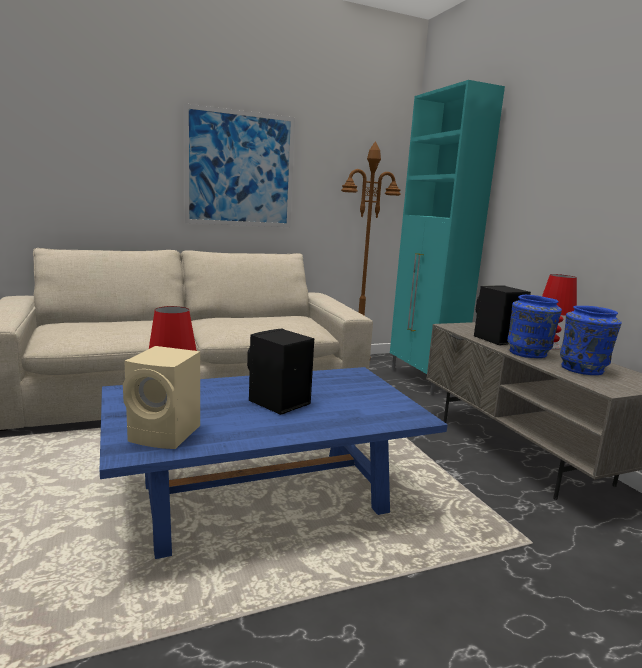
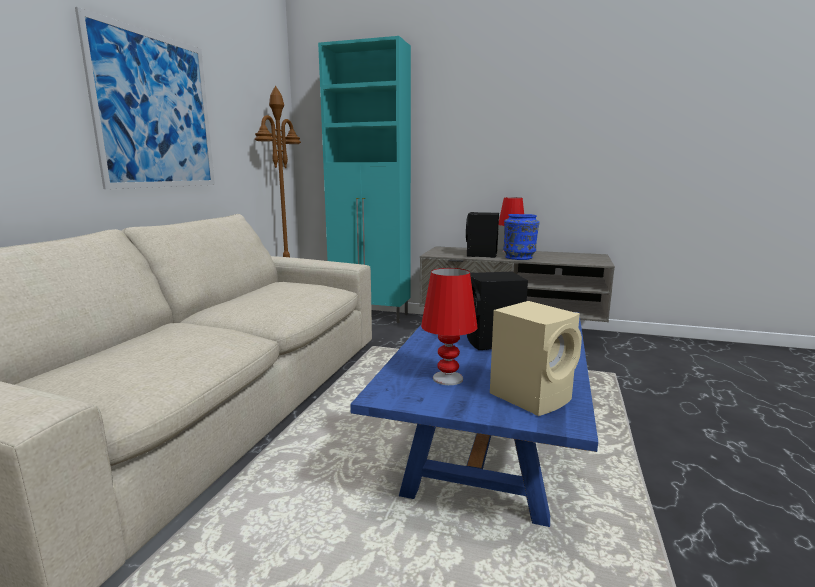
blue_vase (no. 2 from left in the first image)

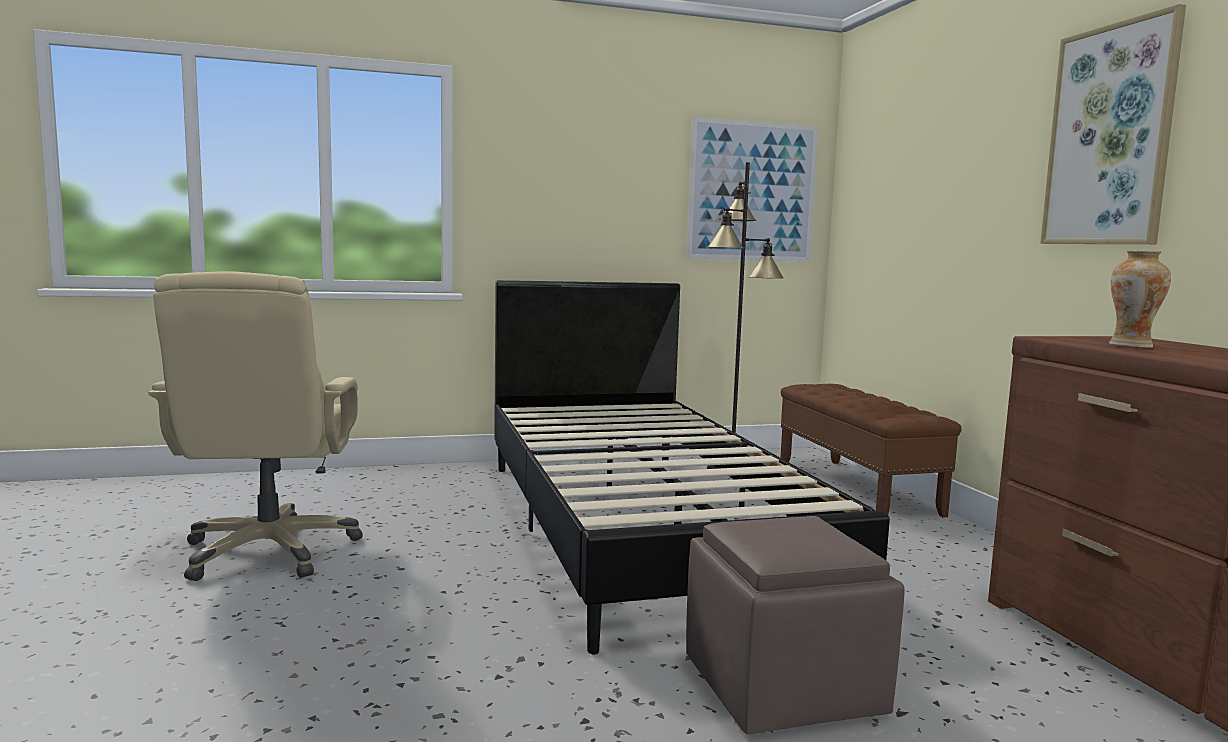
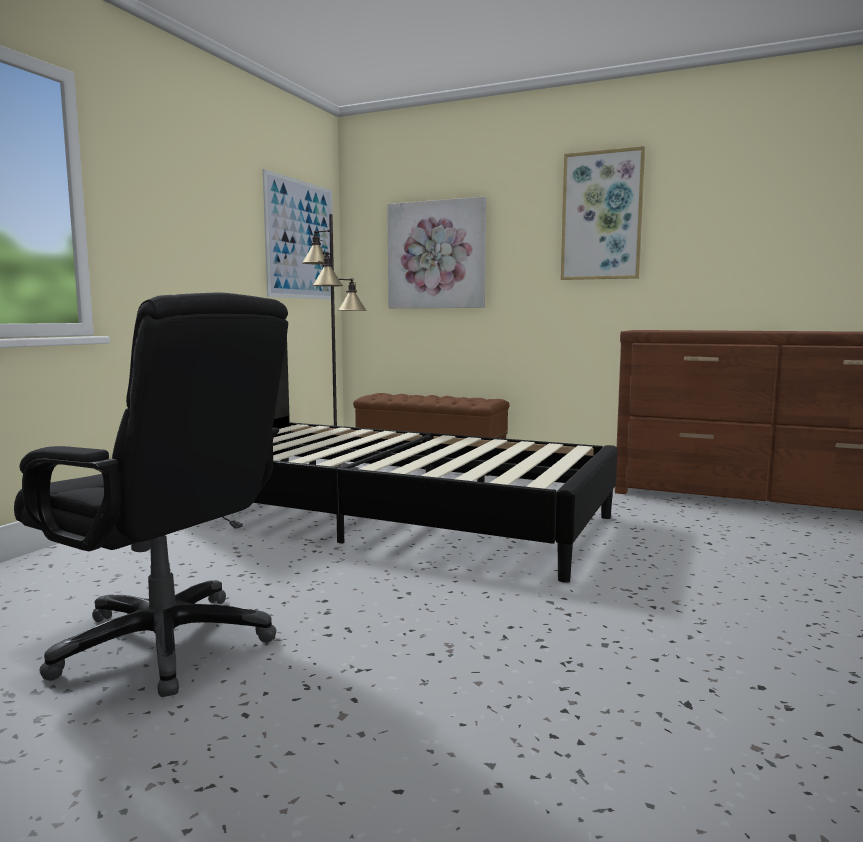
black_office_chair
picture (no. 2 from left)
brown_ottoman
vase

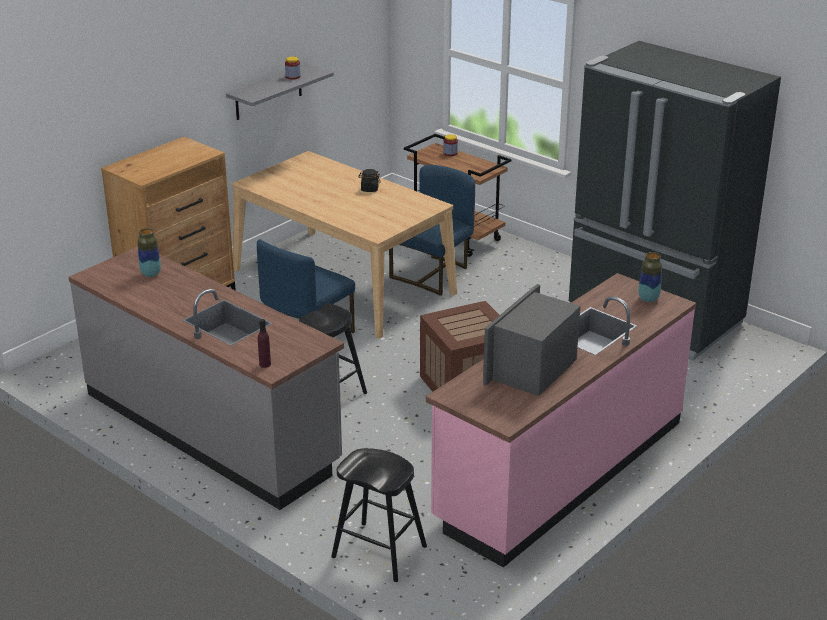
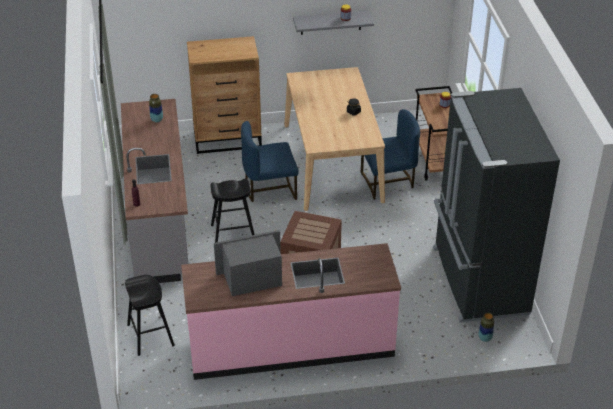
vase (no. 2 from left)

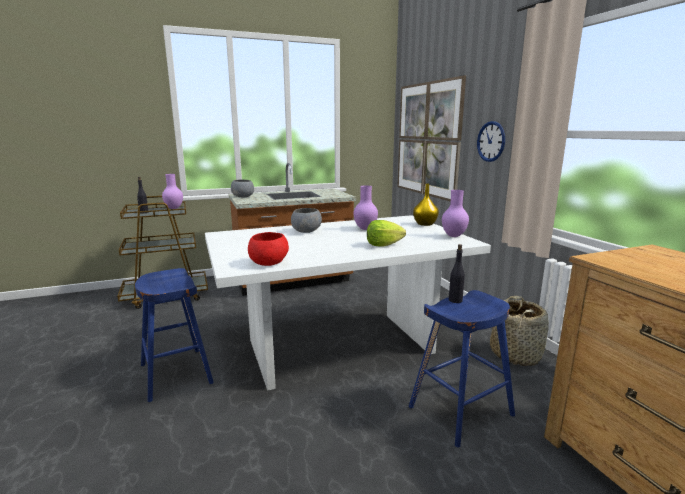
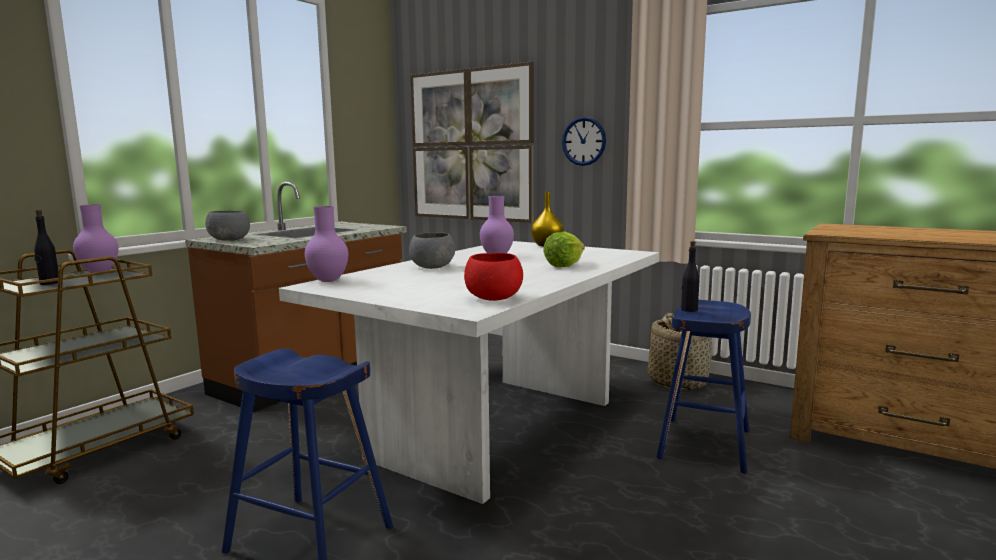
purple_vase (no. 2 from left)

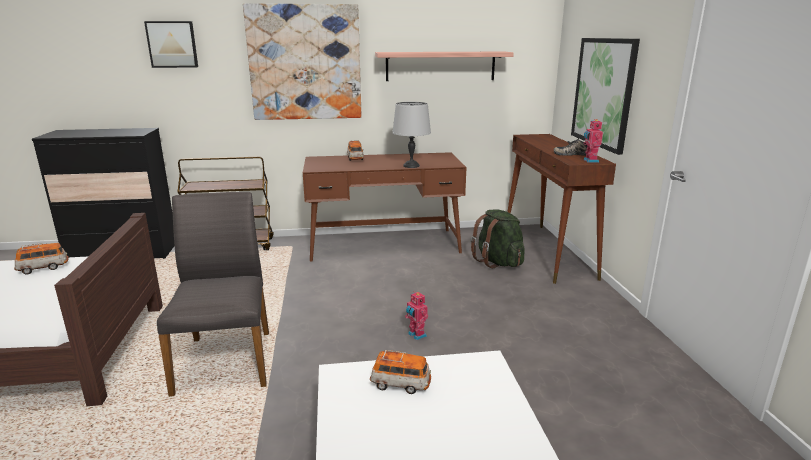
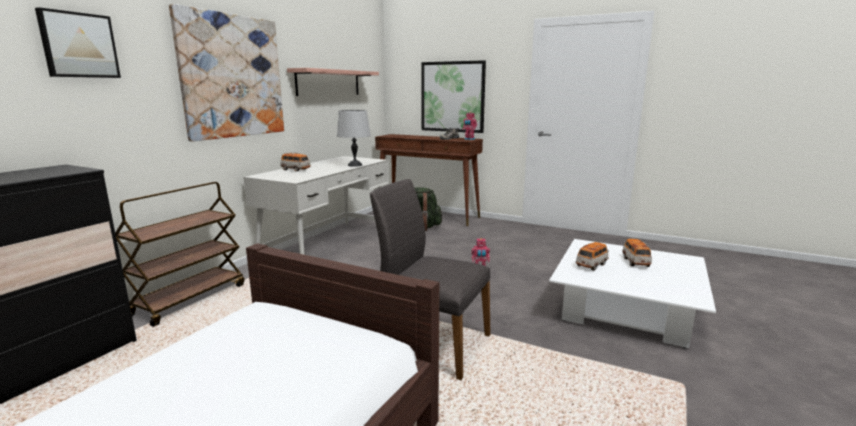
white_desk
toy_car (no. 3 from left)

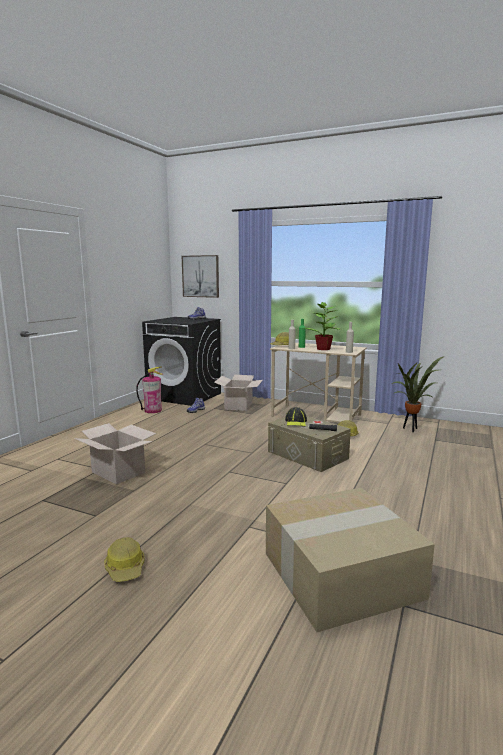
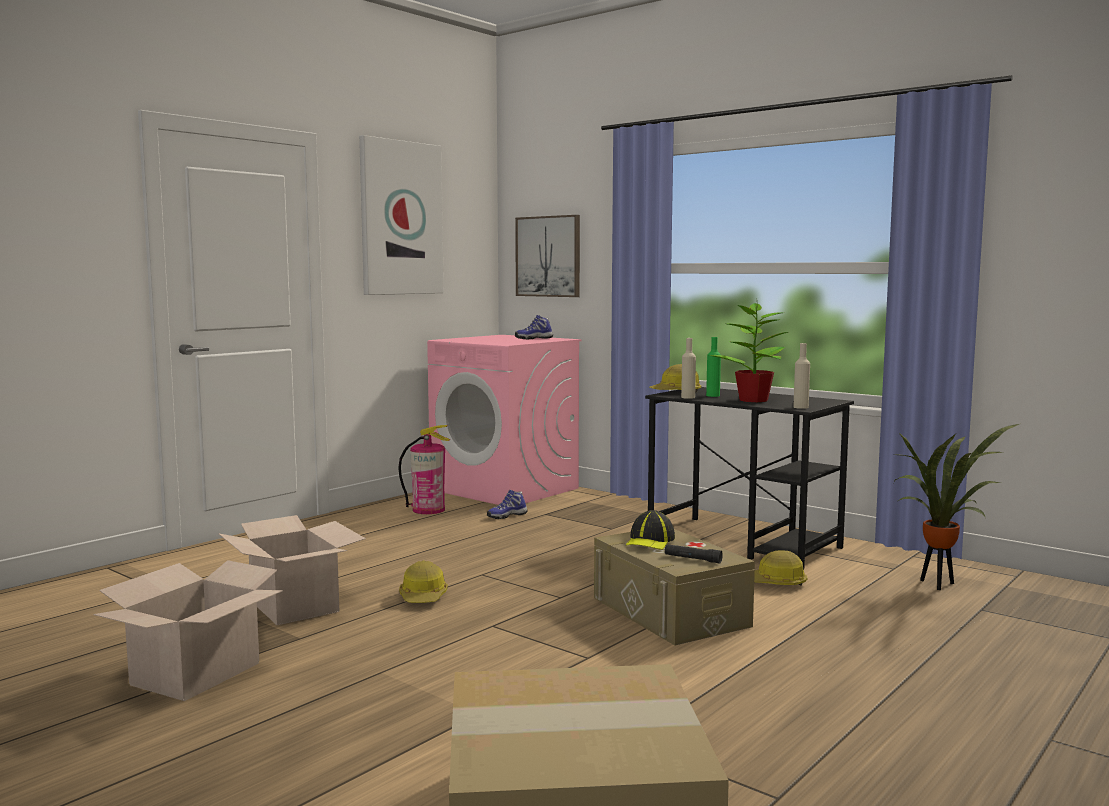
cardboard_box (no. 1 from left)
picture (no. 1 from left)
hard_hat (no. 1 from left)
pink_washing_machine
black_desk

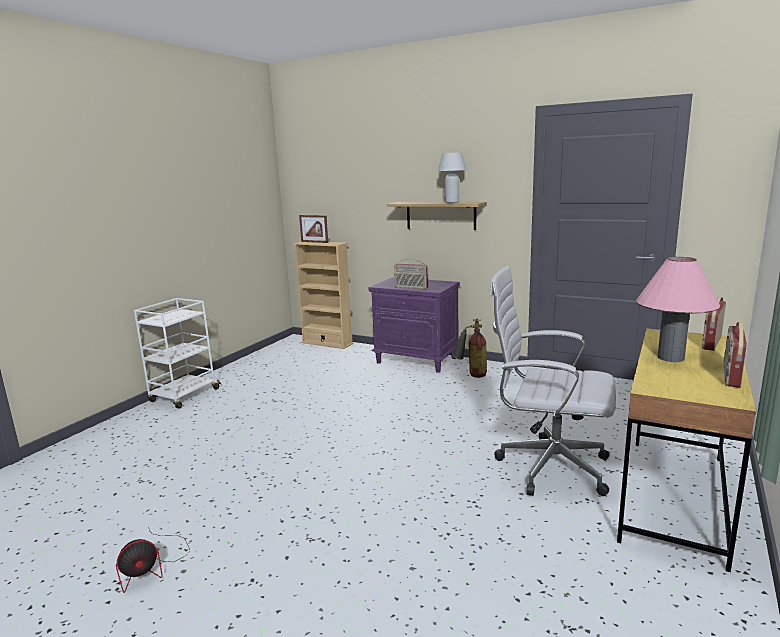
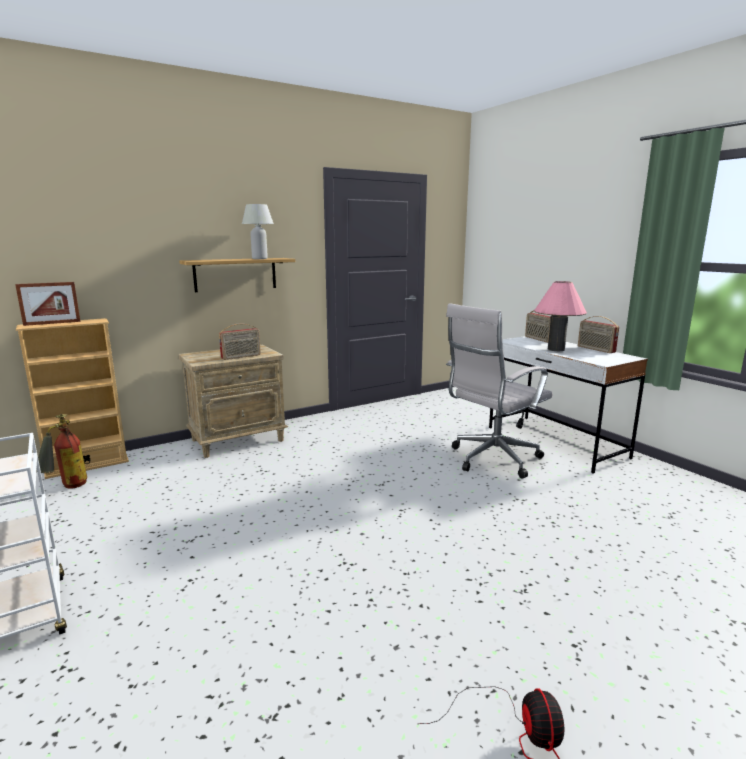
fire_extinguisher
beige_nightstand
white_desk

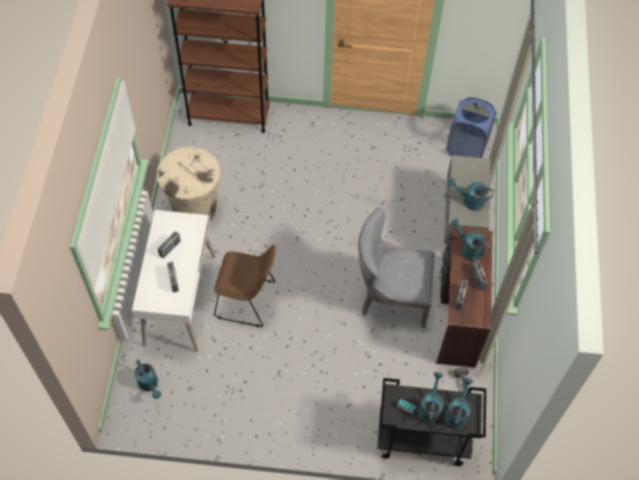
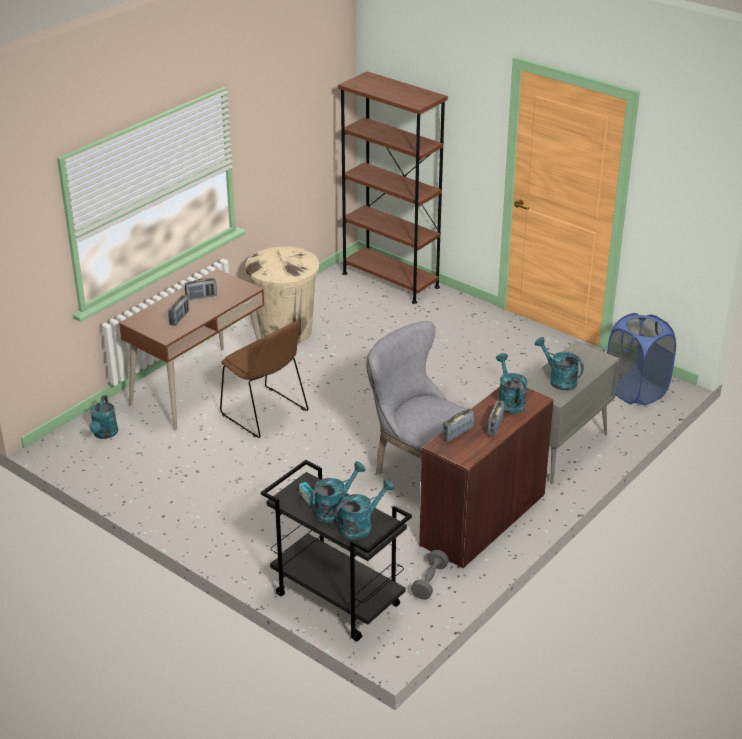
brown_desk (no. 1 from left)

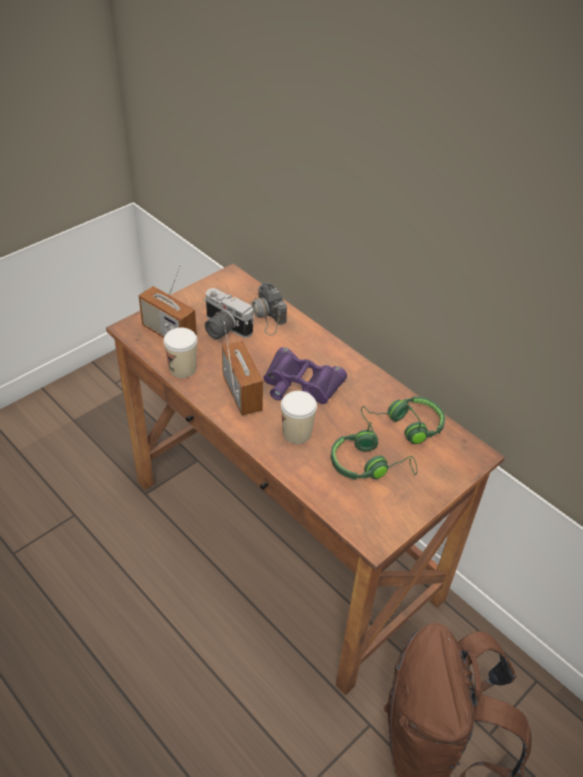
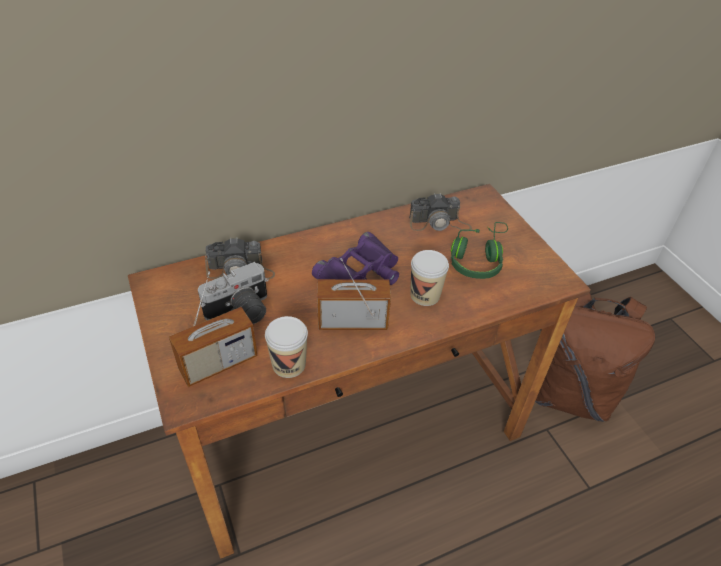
photo_camera (no. 3 from left)

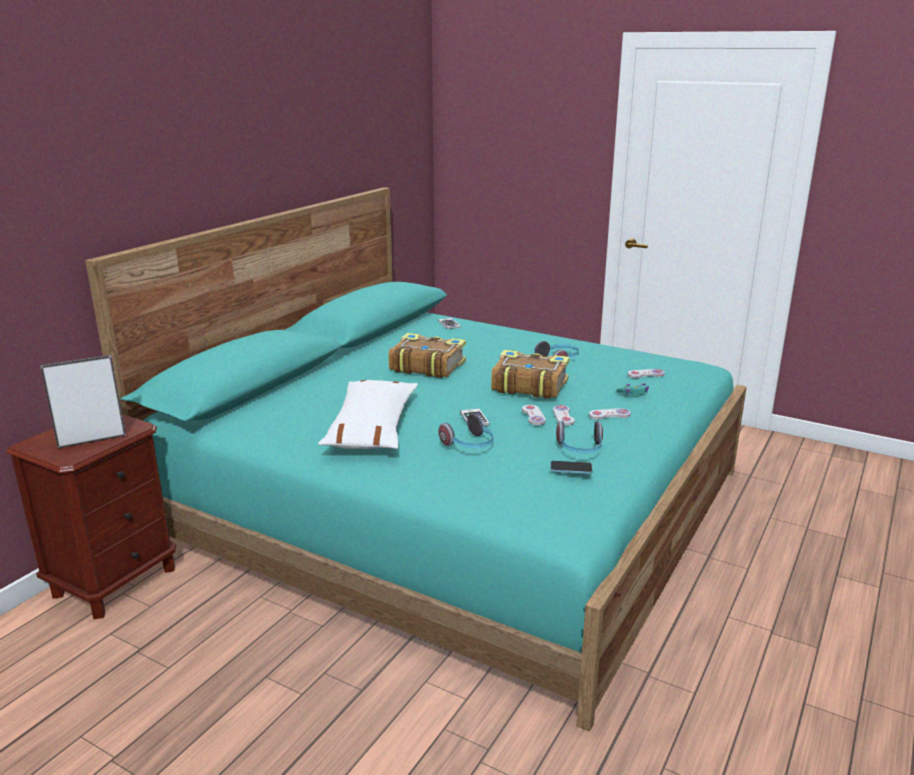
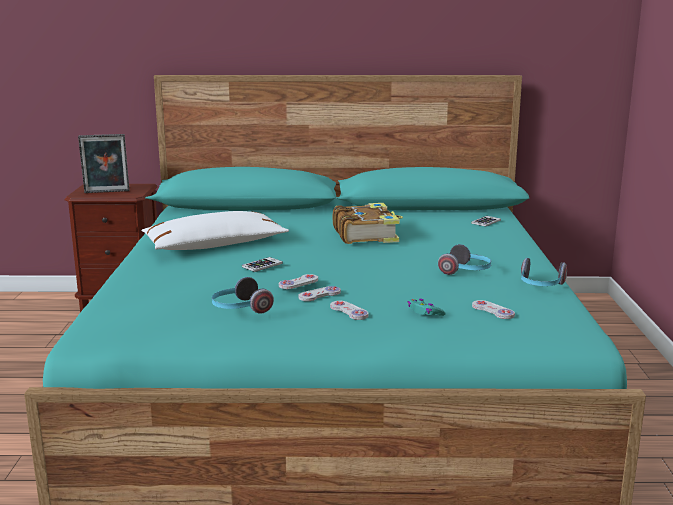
picture_frame
headphones (no. 3 from left)
book (no. 2 from left in the first image)
phone (no. 3 from left in the first image)

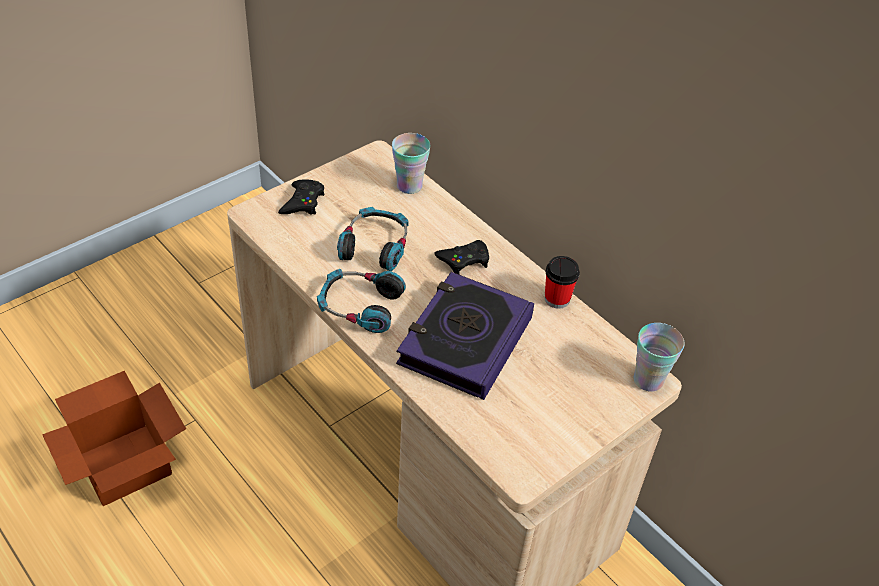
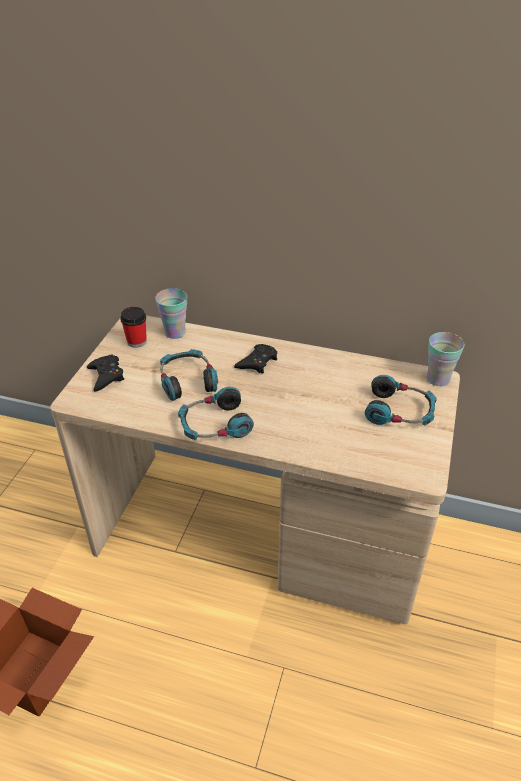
cup (no. 1 from left)
headphones (no. 3 from left)
book

